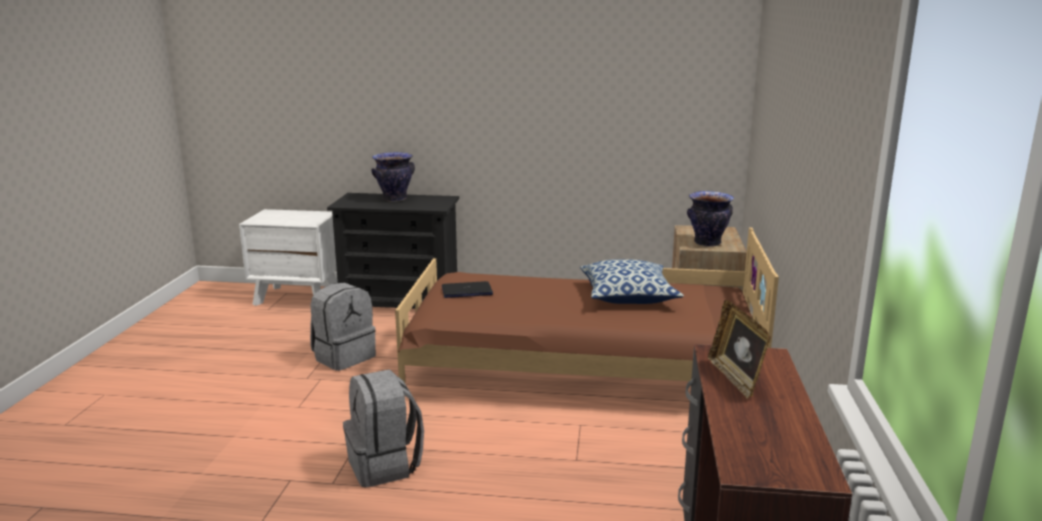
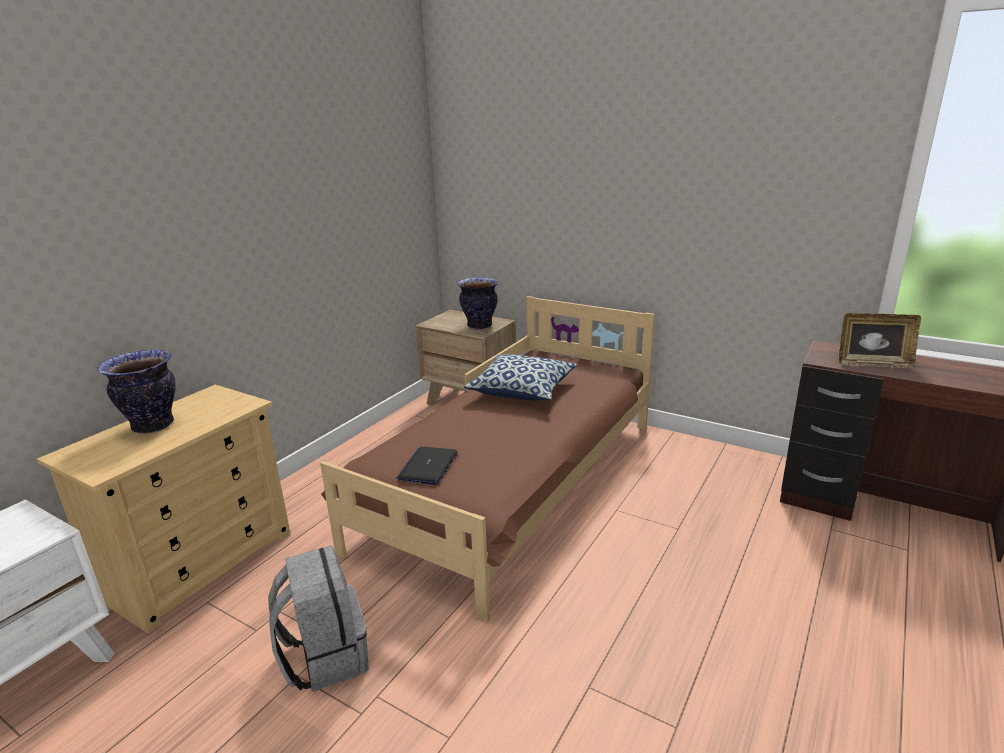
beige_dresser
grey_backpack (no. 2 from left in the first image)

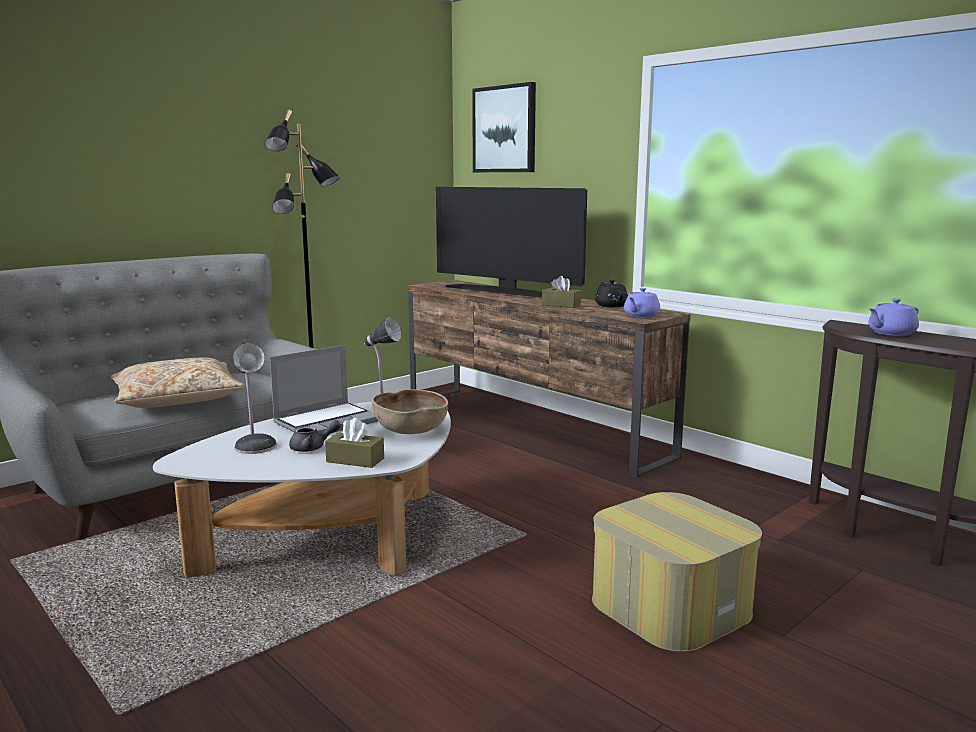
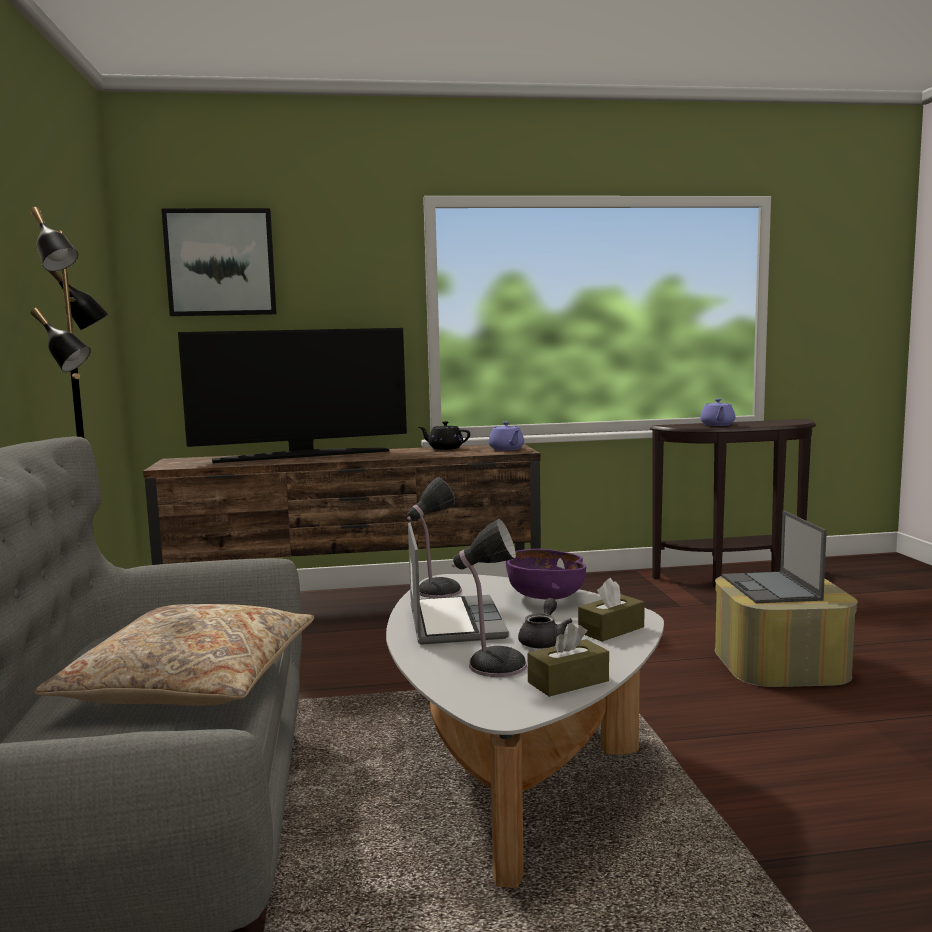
purple_bowl
brown_tissue_box (no. 1 from left)
laptop (no. 2 from left)

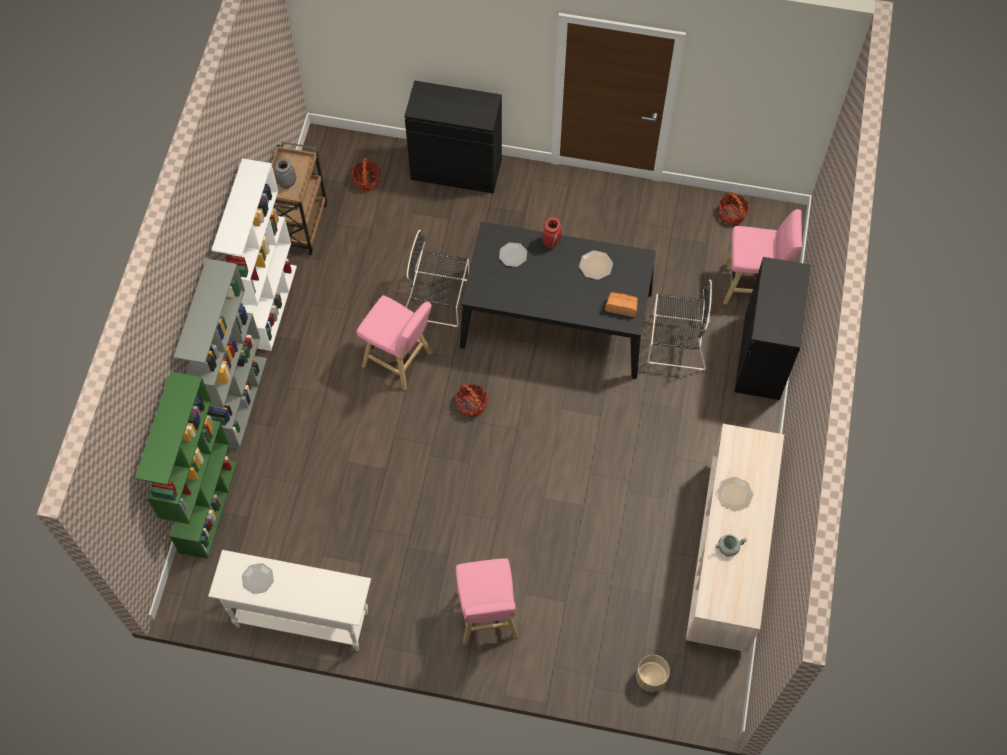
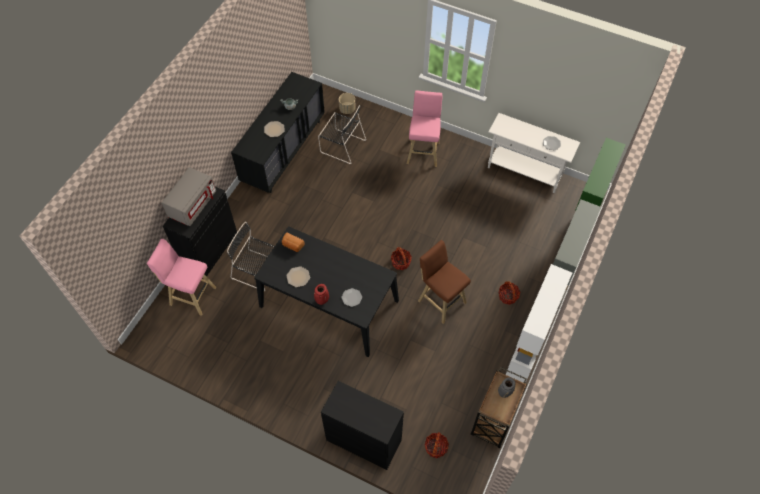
grey_microwave
black_dresser
black_chair (no. 2 from left)
brown_stool
basket (no. 3 from left)

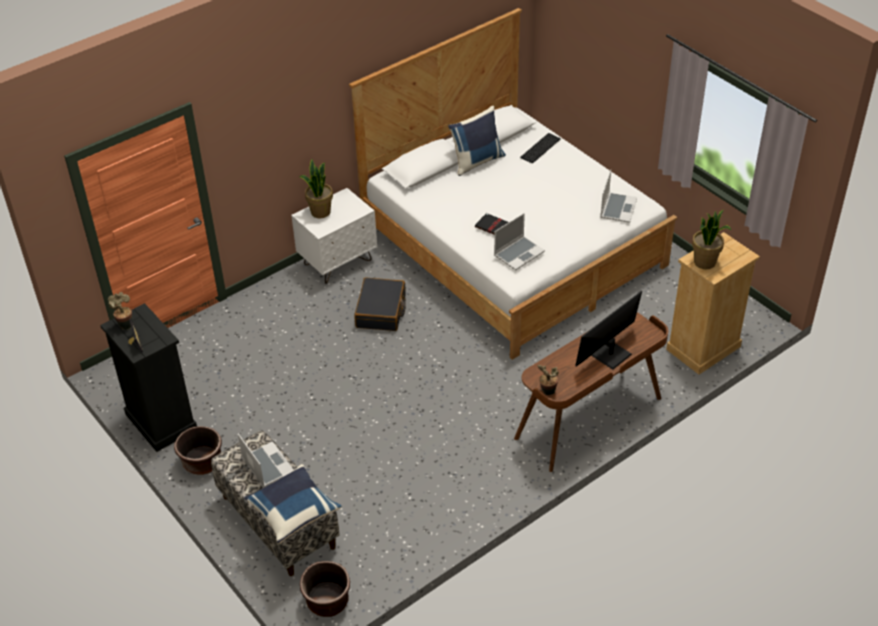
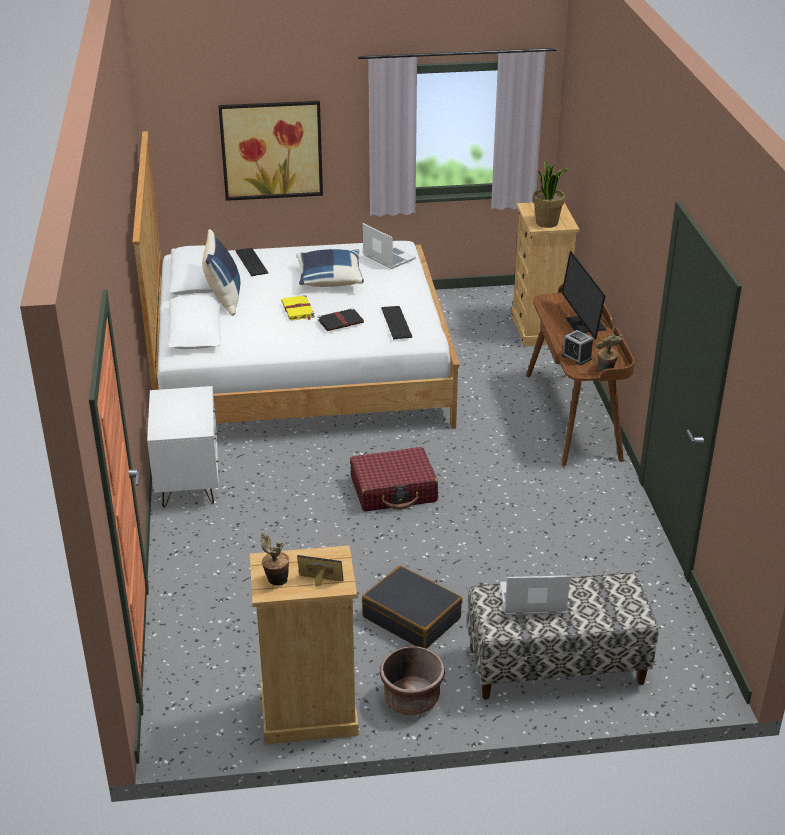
picture
beige_dresser (no. 1 from left)
yellow_book
blue_pillow (no. 2 from left)
red_suitcase
black_suitcase
keyboard (no. 2 from left)
alarm_clock
potted_plant (no. 2 from left in the first image)
brown_planter (no. 2 from left in the first image)

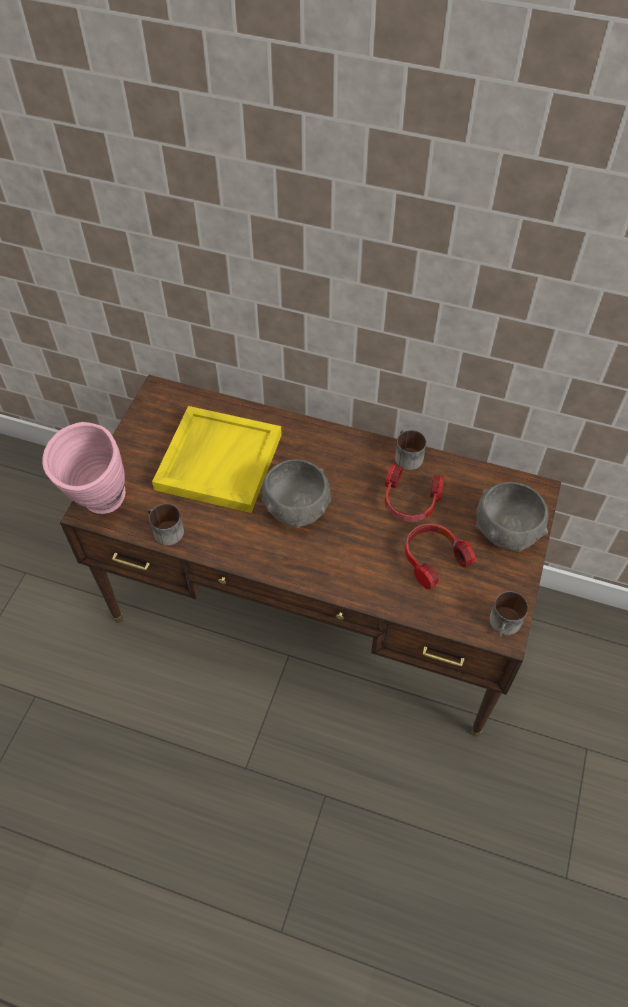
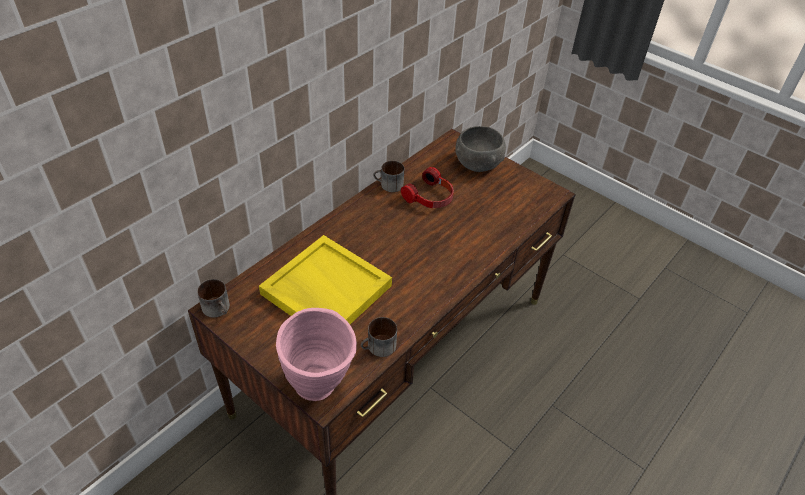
mug (no. 1 from left)
grey_bowl (no. 1 from left in the first image)
headphones (no. 2 from left in the first image)

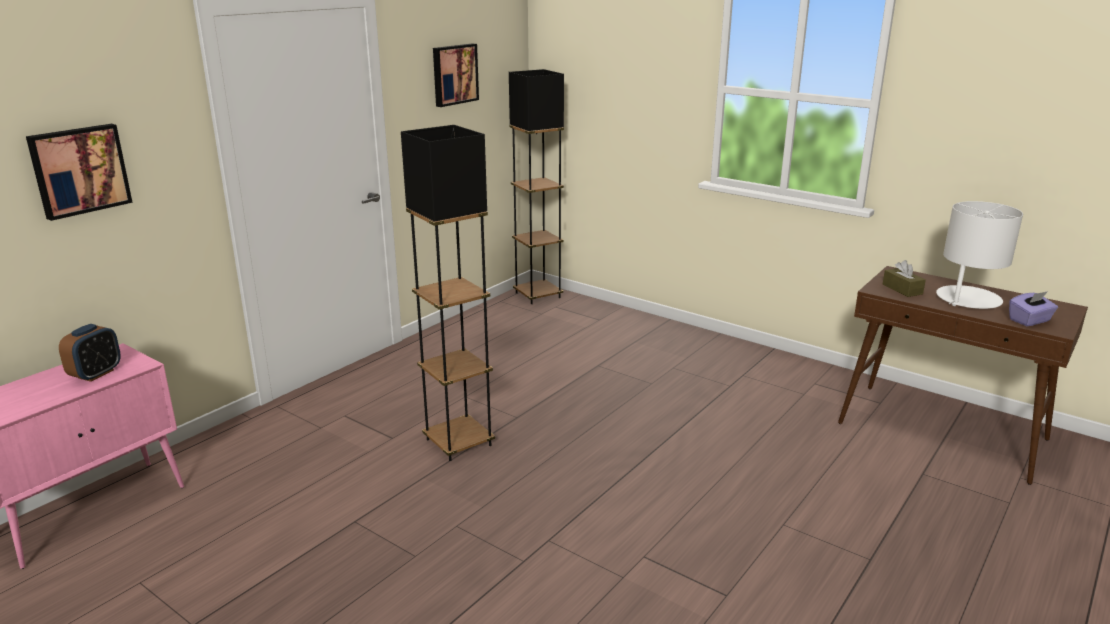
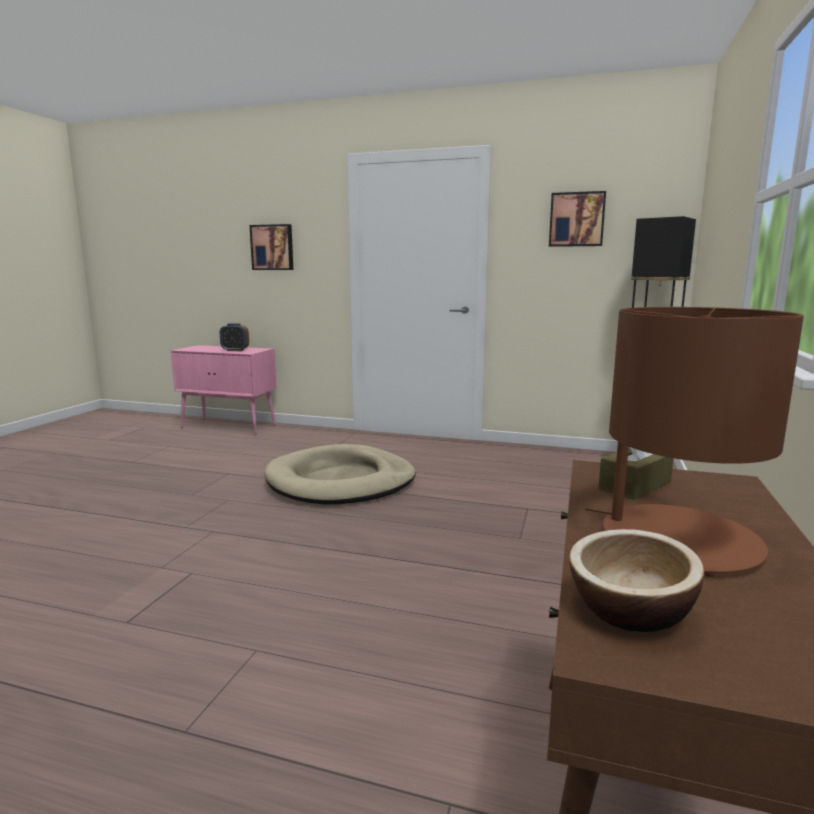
beige_dog_bed
bowl
brown_table_lamp

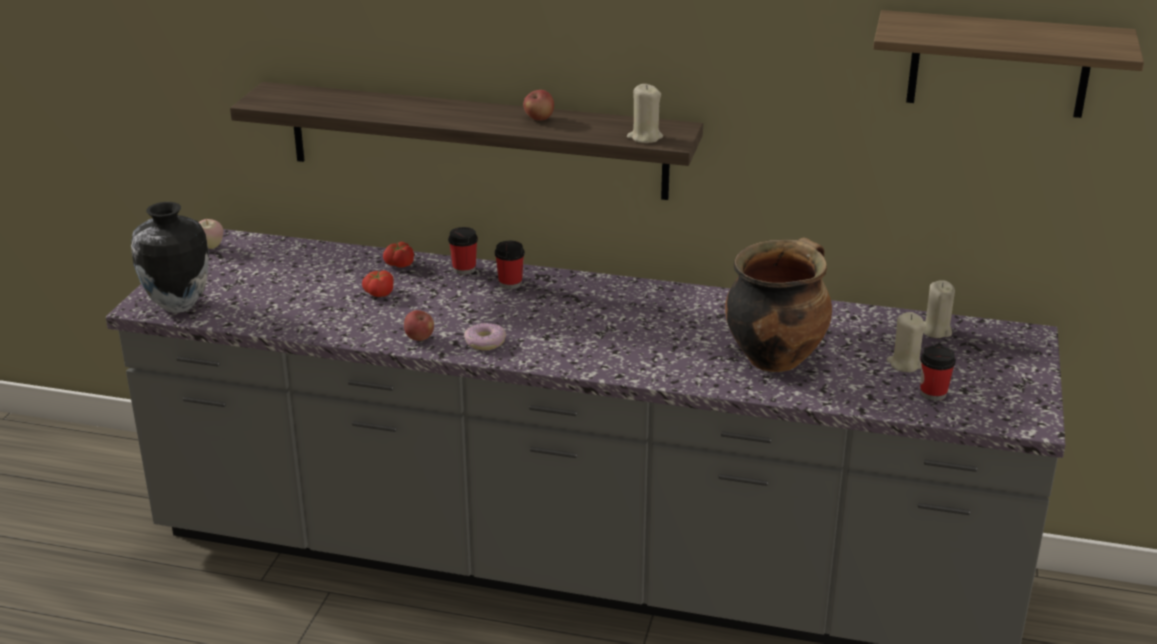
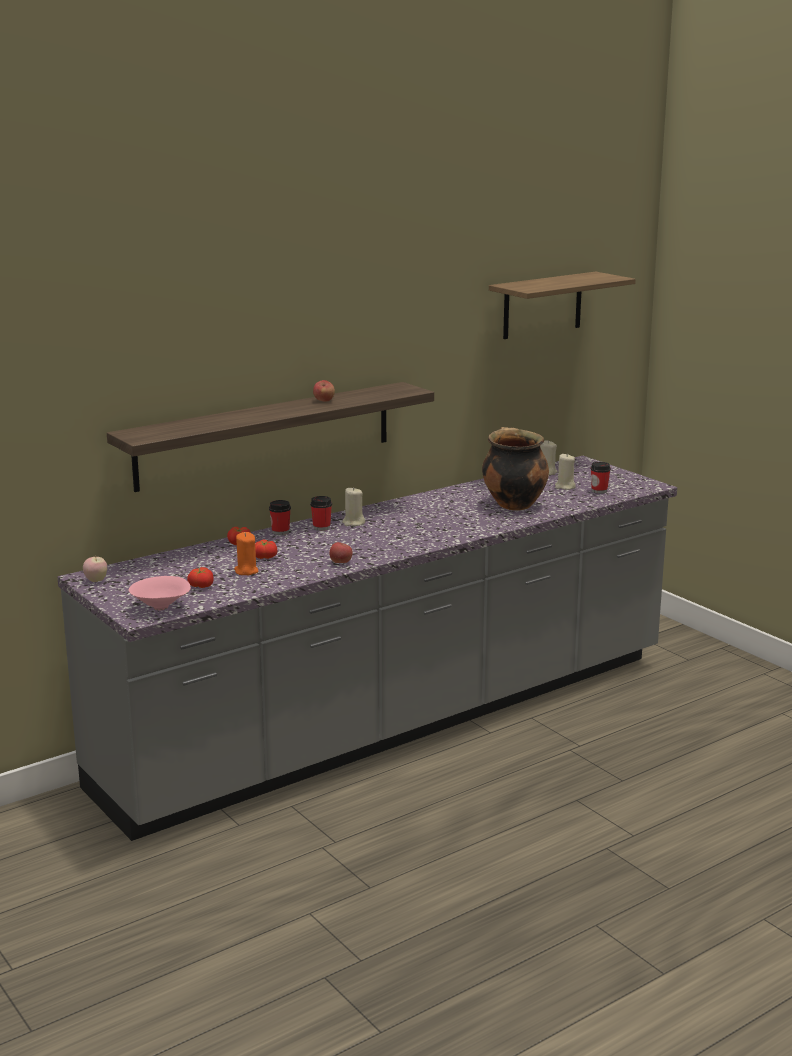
pink_bowl
tomato (no. 1 from left)
orange_candle
beige_candle (no. 1 from left)
donut

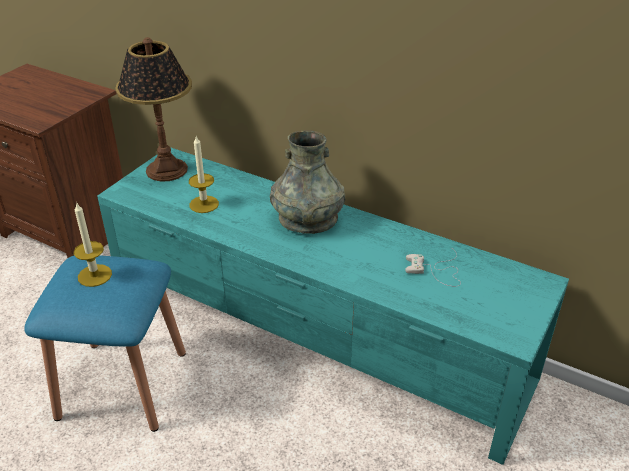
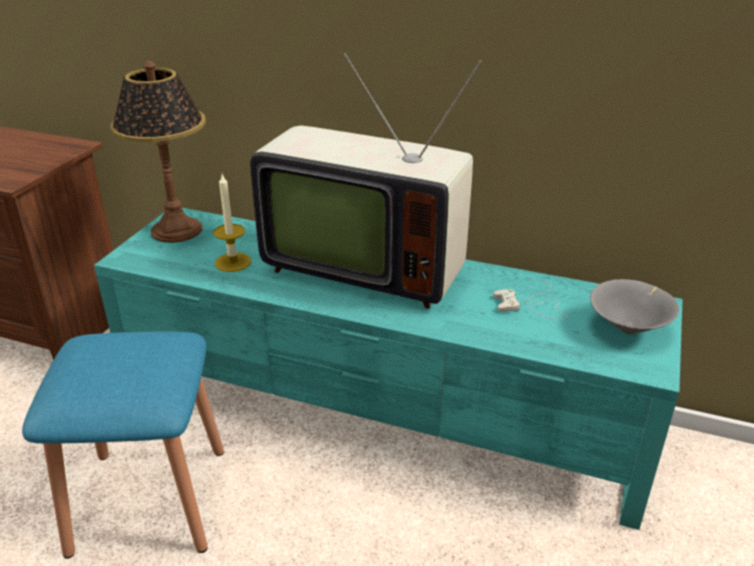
television
grey_bowl
candle (no. 1 from left in the first image)

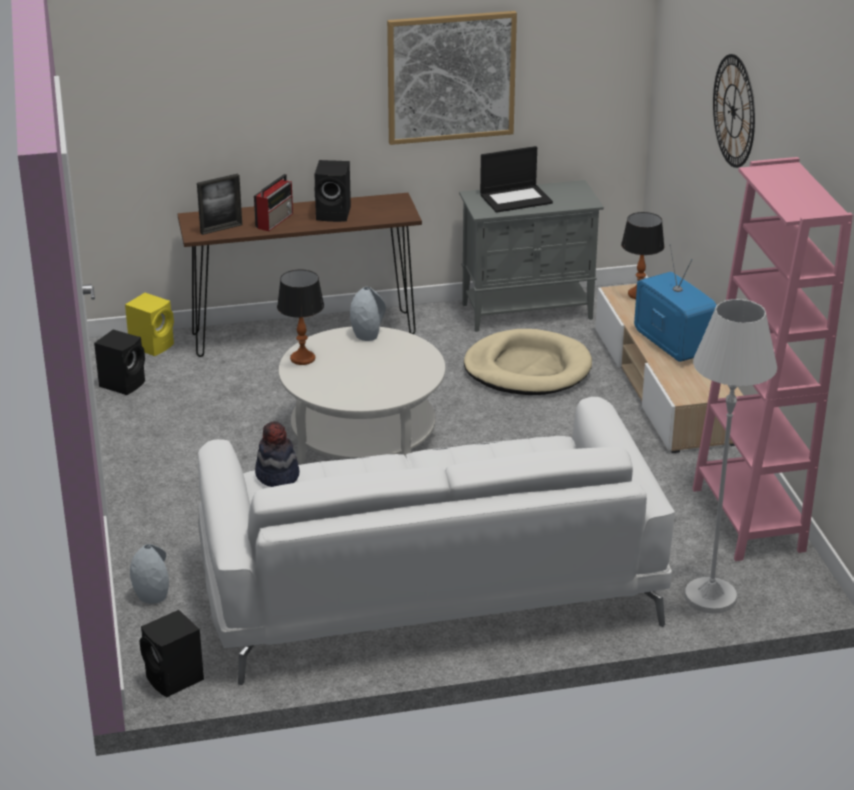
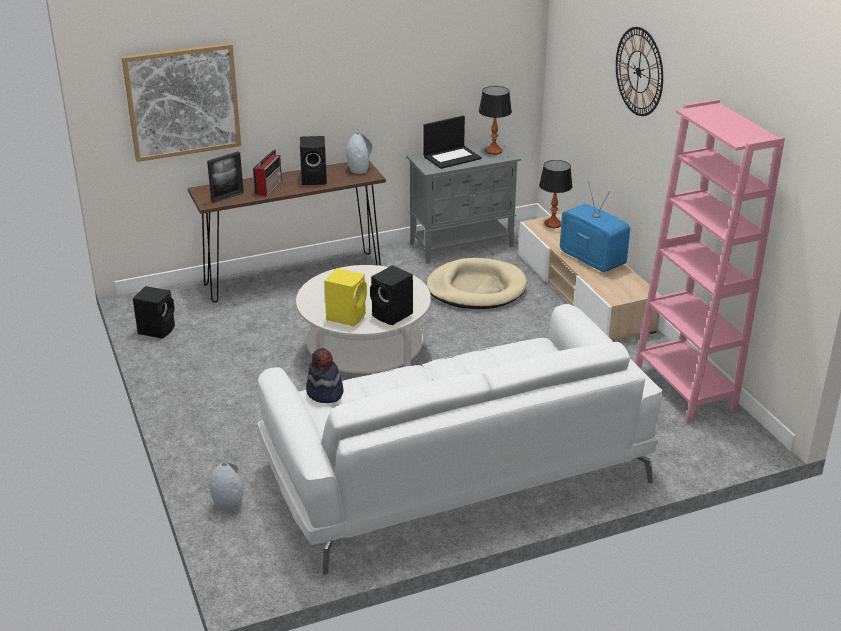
picture
yellow_speaker
grey_vase (no. 2 from left)
black_speaker (no. 3 from left)
table_lamp (no. 1 from left)
white_floor_lamp

